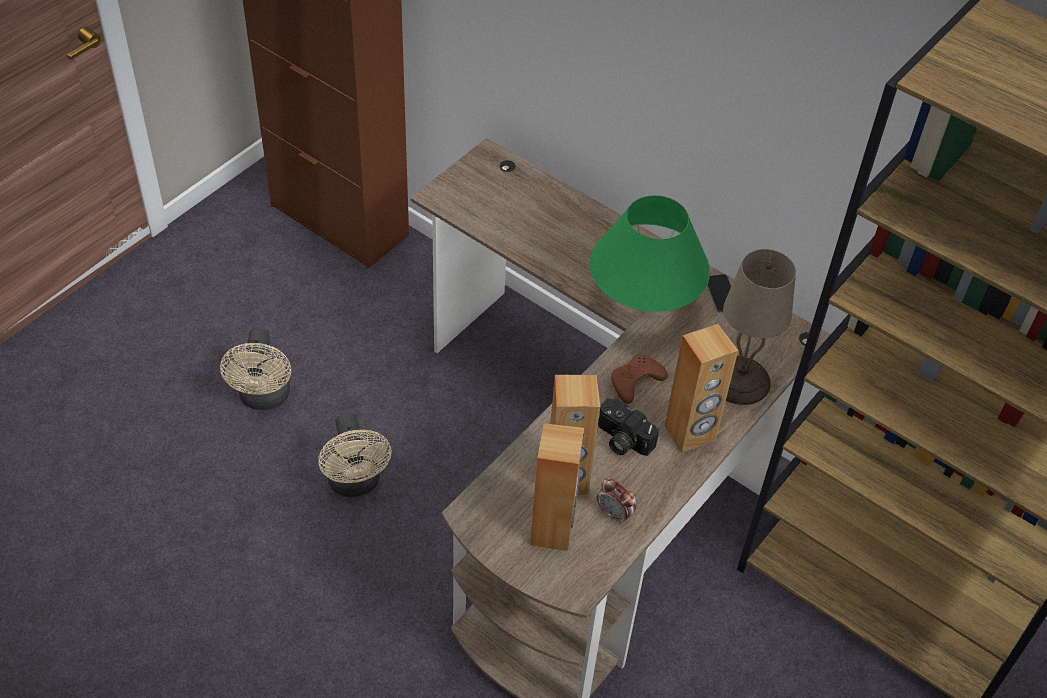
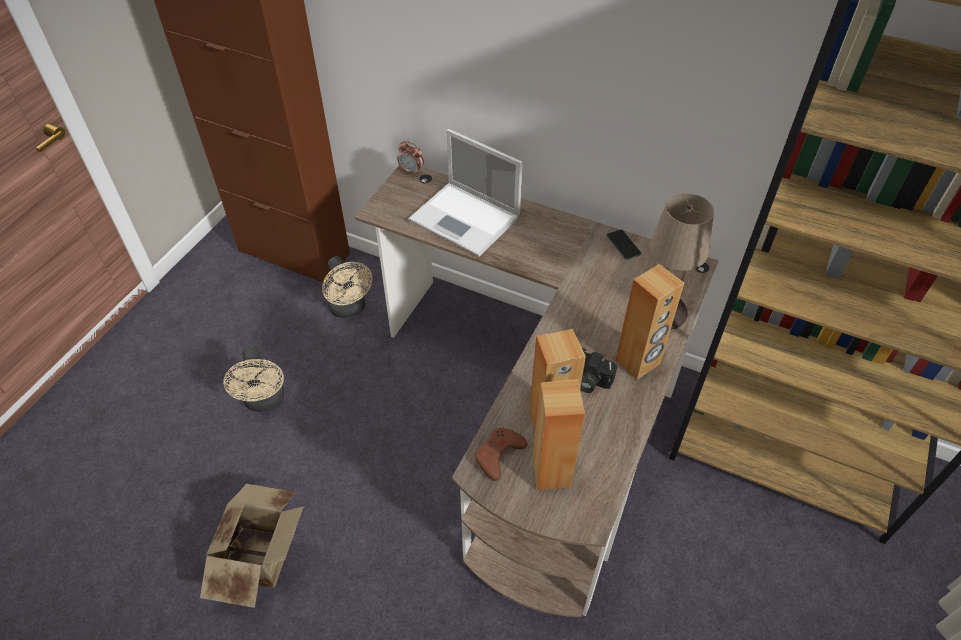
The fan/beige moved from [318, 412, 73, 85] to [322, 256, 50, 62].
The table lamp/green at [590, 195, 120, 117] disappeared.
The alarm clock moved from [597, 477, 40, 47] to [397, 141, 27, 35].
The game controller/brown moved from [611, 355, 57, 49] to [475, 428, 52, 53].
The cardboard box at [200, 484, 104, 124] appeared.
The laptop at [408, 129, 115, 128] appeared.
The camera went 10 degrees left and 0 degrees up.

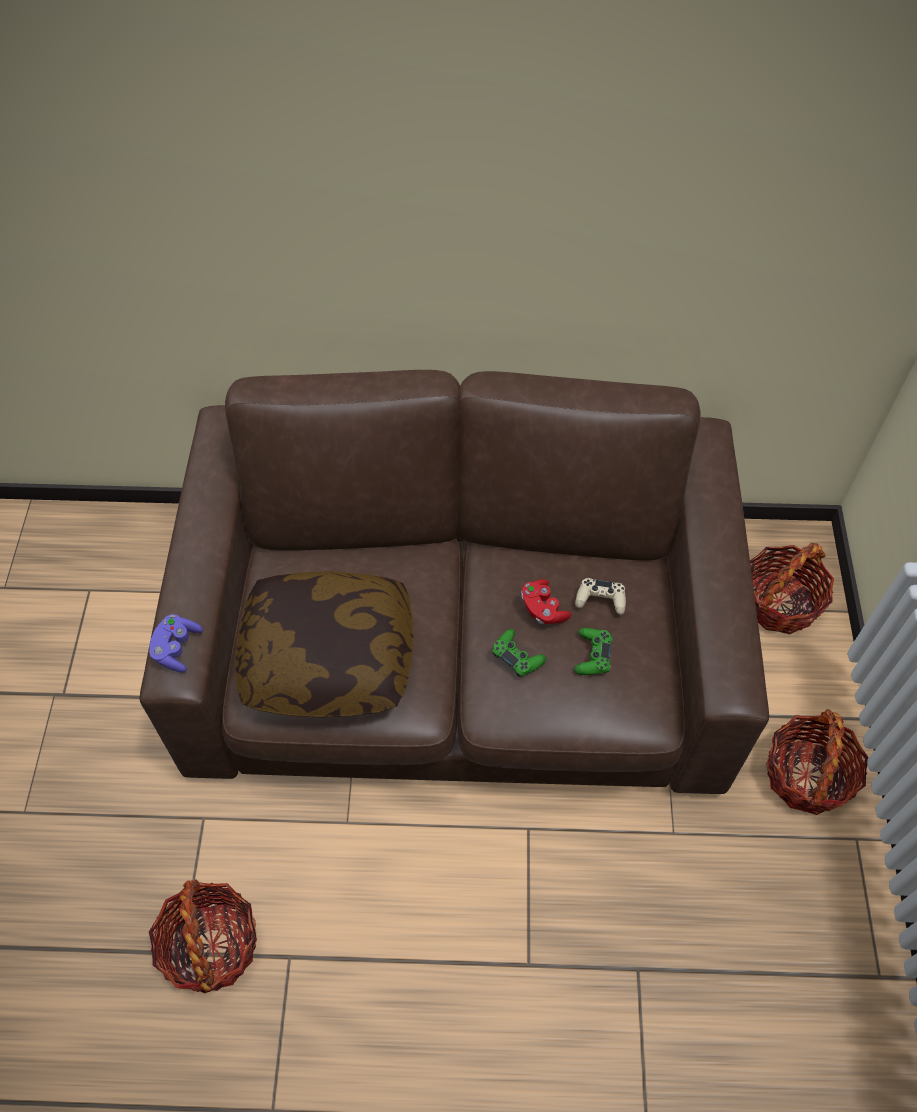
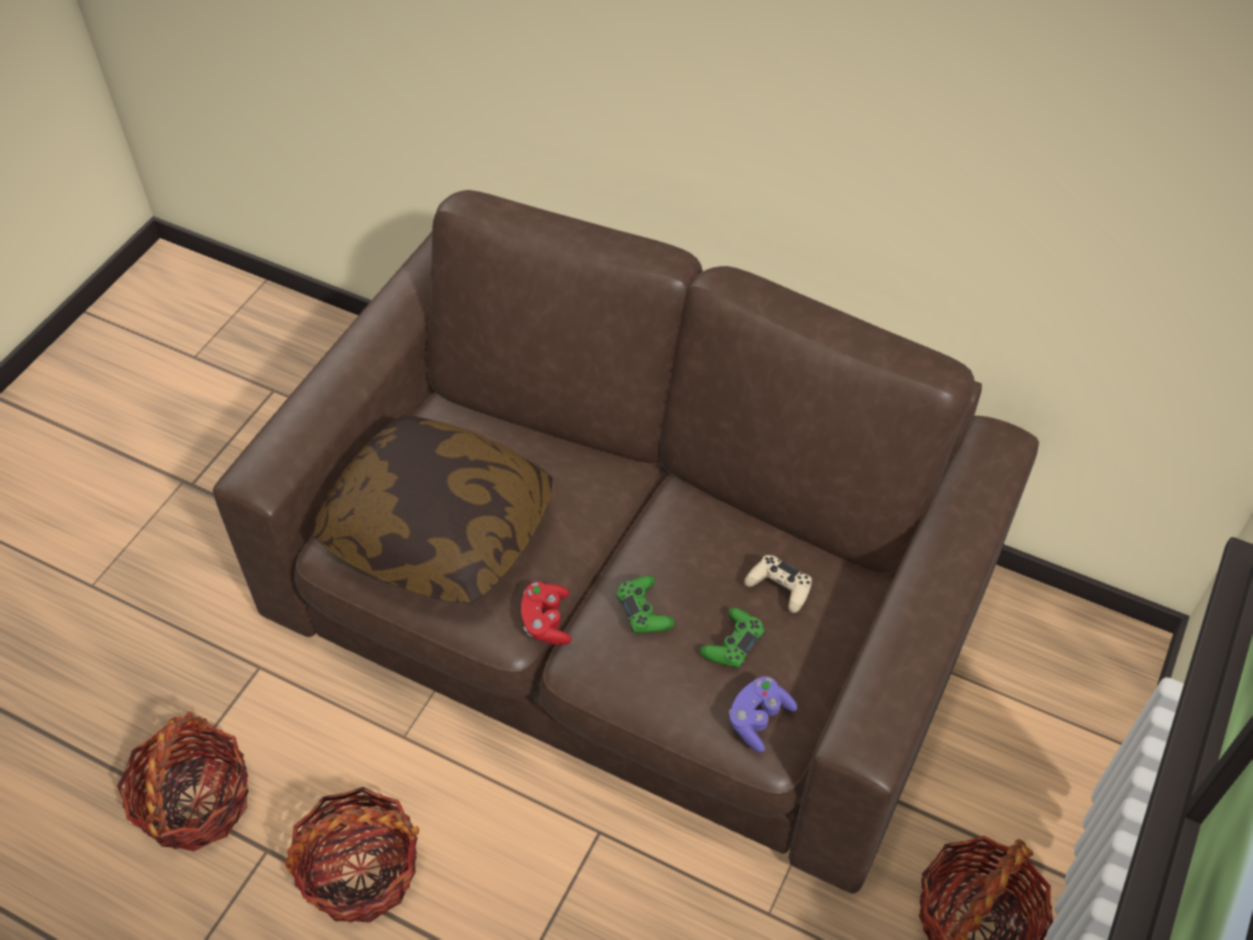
The game controller/purple moved from [149, 614, 54, 58] to [729, 676, 69, 76].
The game controller/red moved from [521, 579, 50, 45] to [521, 582, 51, 63].
The basket moved from [750, 543, 84, 91] to [284, 787, 135, 136].
The camera went 25 degrees right and 5 degrees down.

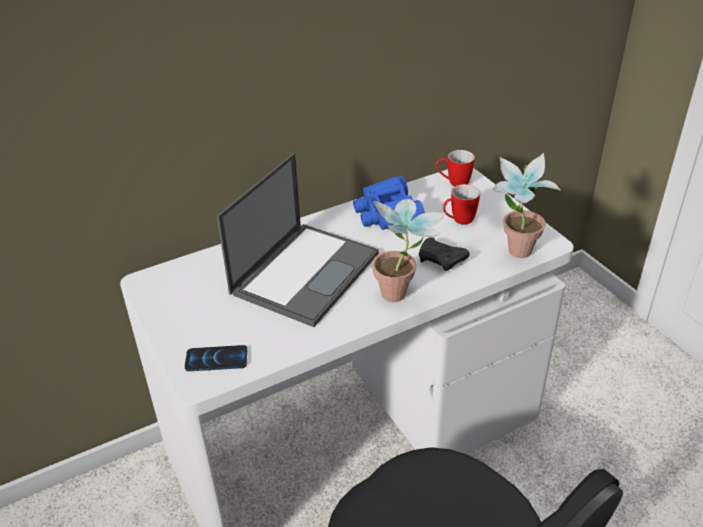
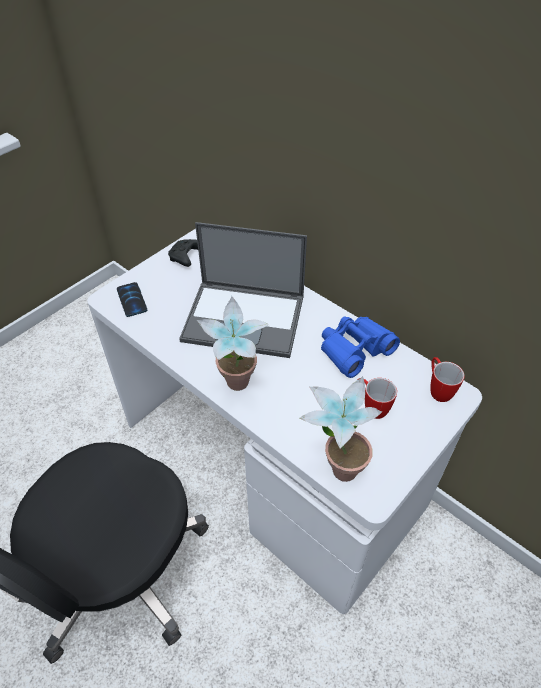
The game controller/black moved from [419, 237, 51, 34] to [168, 239, 30, 28].
The camera went 70 degrees right and 10 degrees up.

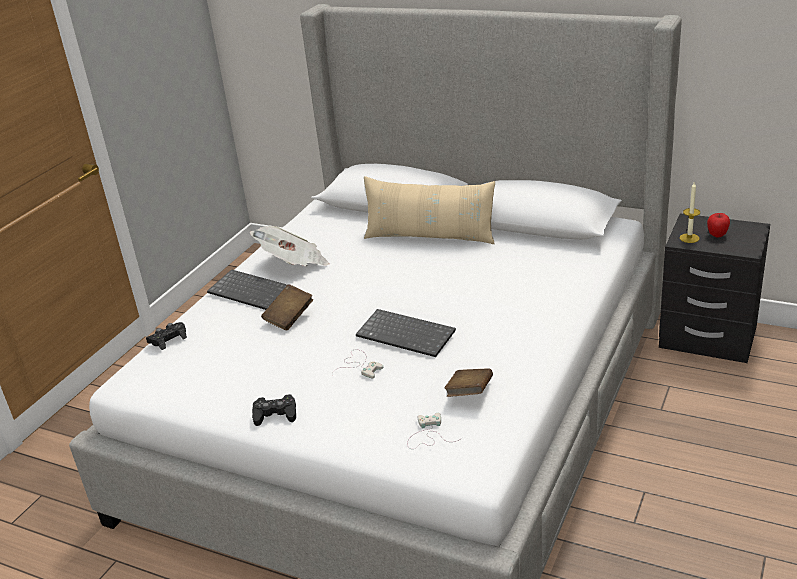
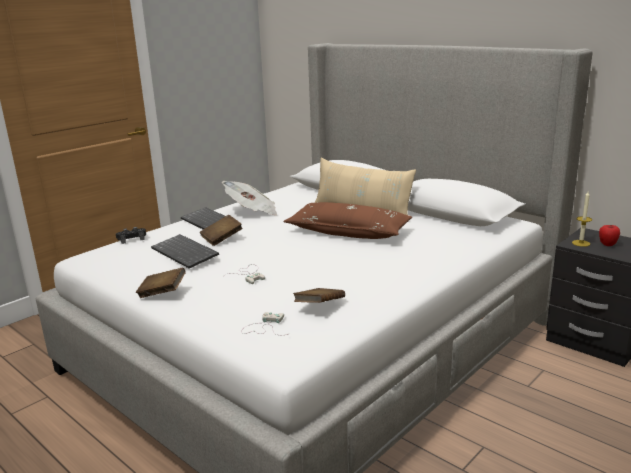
The game controller/black at [252, 394, 44, 32] was replaced by the book/brown at [136, 267, 50, 31].
The keyboard moved from [356, 309, 100, 48] to [151, 234, 68, 34].
The pillow/brown at [283, 202, 129, 37] appeared.
The camera went 15 degrees right and 10 degrees down.

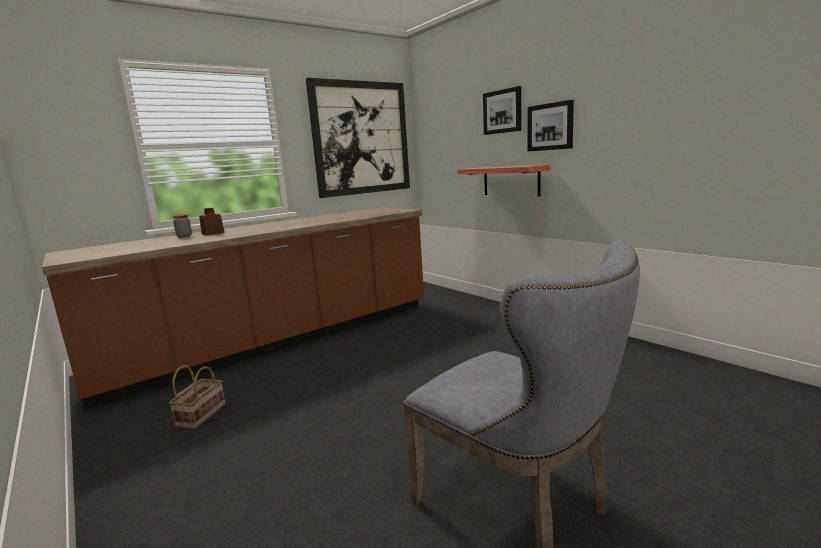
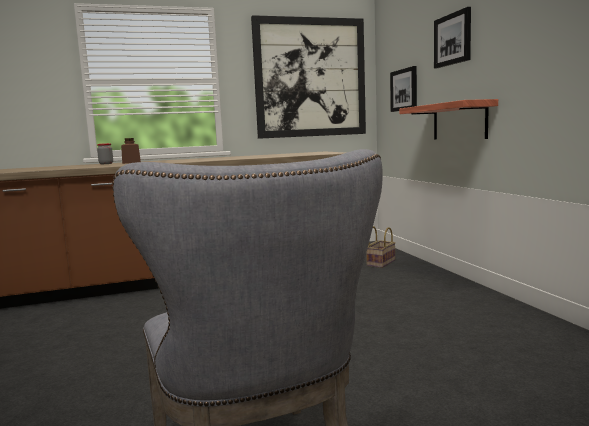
The basket moved from [169, 365, 57, 64] to [366, 226, 30, 42].
The picture moved from [527, 100, 47, 51] to [390, 66, 27, 46].
The camera went 20 degrees right and 5 degrees down.

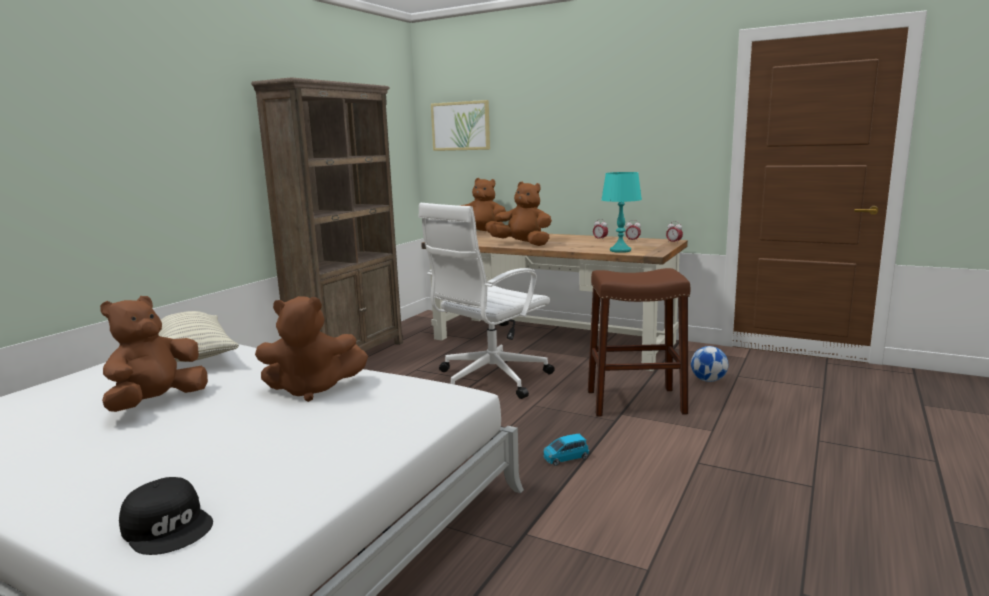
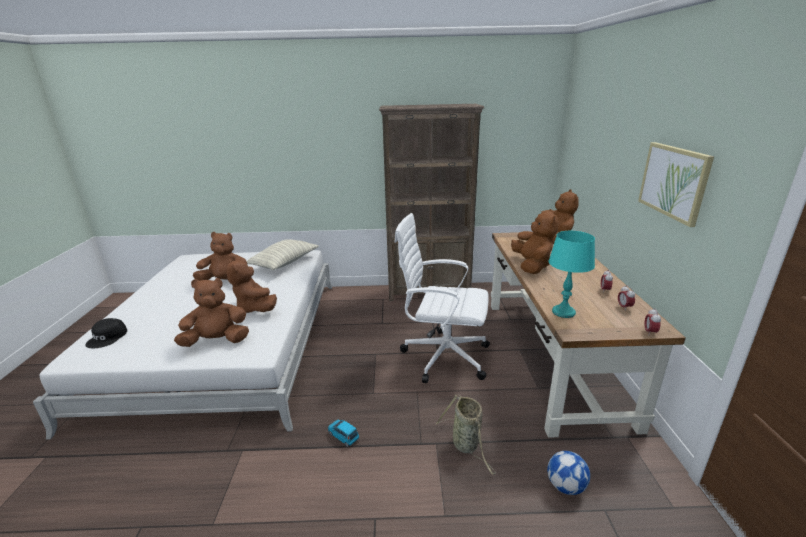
The picture moved from [431, 100, 59, 51] to [638, 142, 76, 85].
The stool/brown at [588, 268, 103, 149] was replaced by the basket at [436, 395, 60, 80].
The plush toy/brown at [174, 278, 75, 69] appeared.
The camera went 60 degrees right and 10 degrees up.

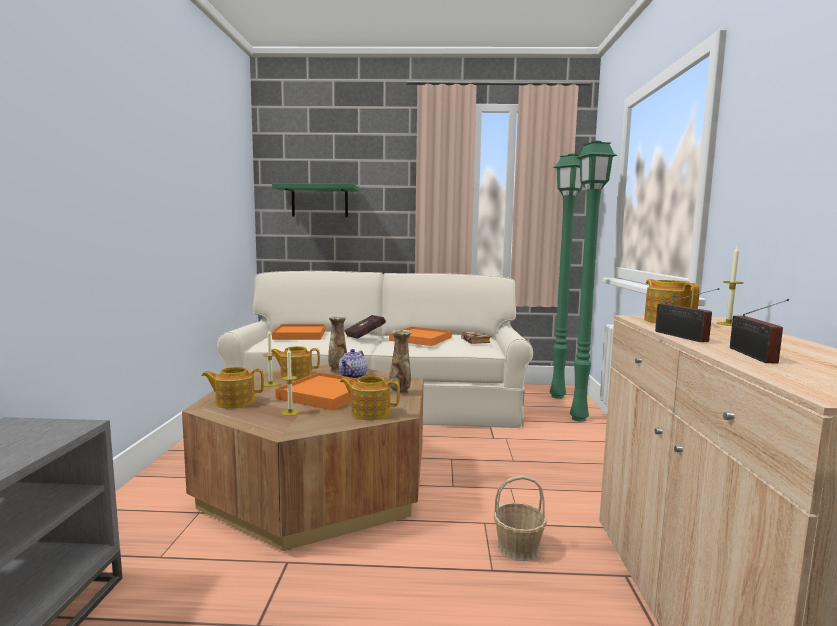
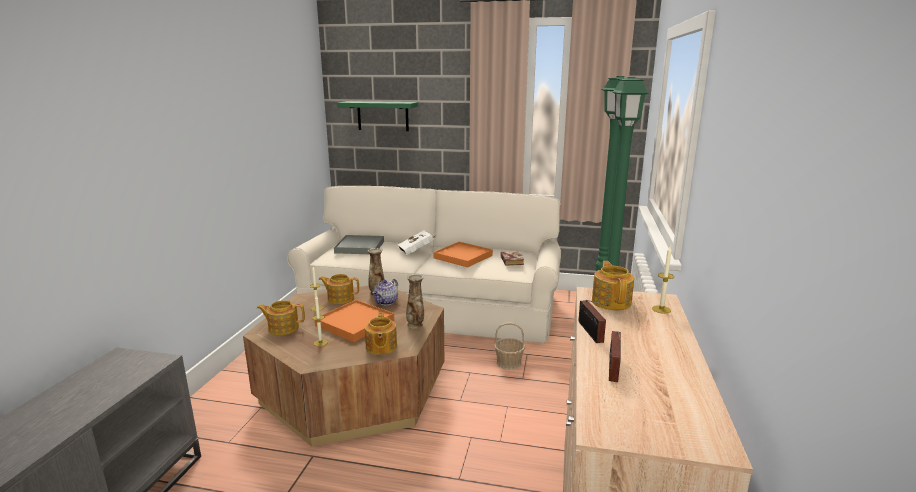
The tray/orange at [272, 324, 53, 16] became the tray/grey at [334, 235, 50, 19].
The teapot at [340, 376, 60, 44] turned 120 degrees counterclockwise.
The book/red at [344, 315, 43, 24] became the book/white at [398, 230, 38, 25].
The basket moved from [494, 476, 53, 85] to [494, 322, 31, 48].
The camera went 10 degrees right and 10 degrees up.

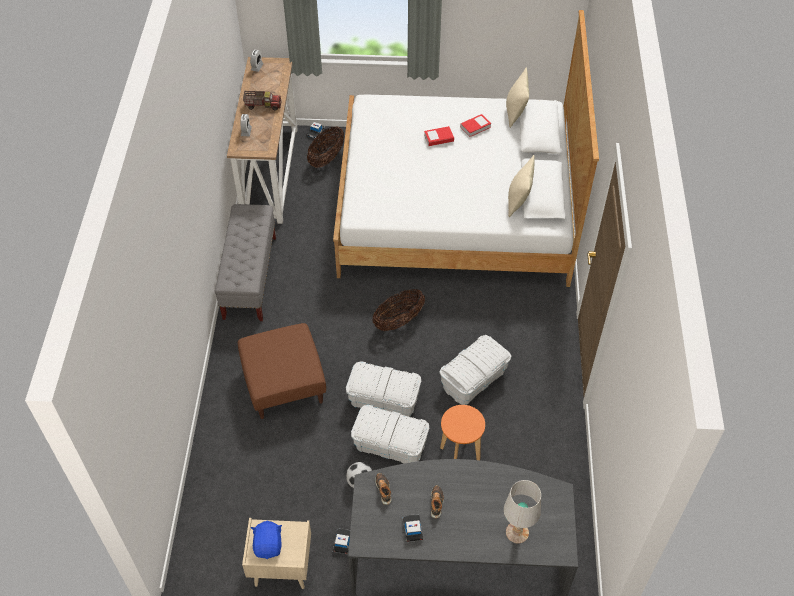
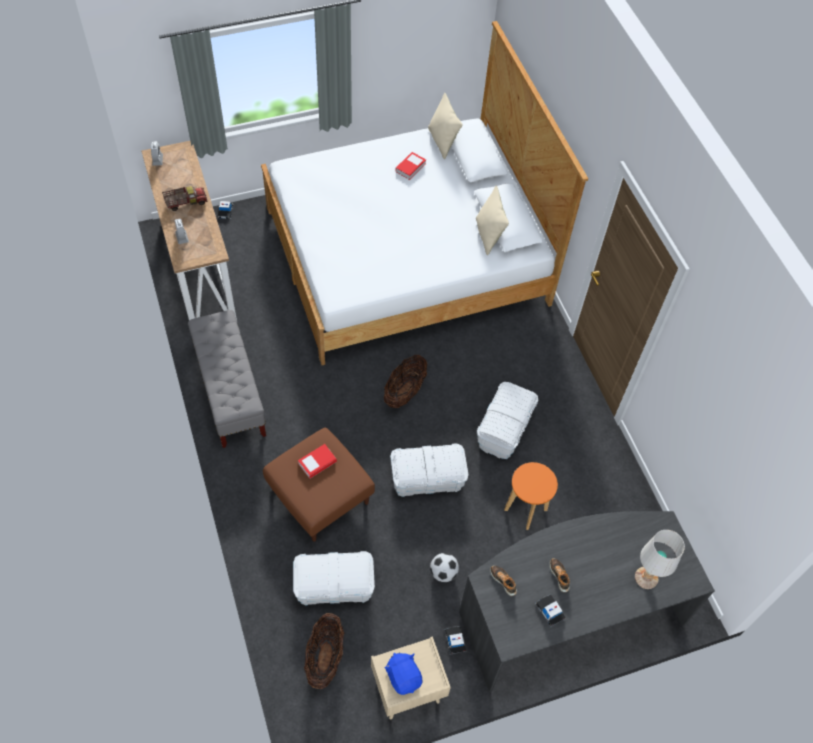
The basket moved from [307, 126, 37, 42] to [304, 613, 40, 76].
The storage box/white moved from [351, 405, 78, 58] to [293, 551, 82, 54].
The book moved from [424, 126, 30, 20] to [298, 444, 39, 34].
The camera went 25 degrees left and 5 degrees up.

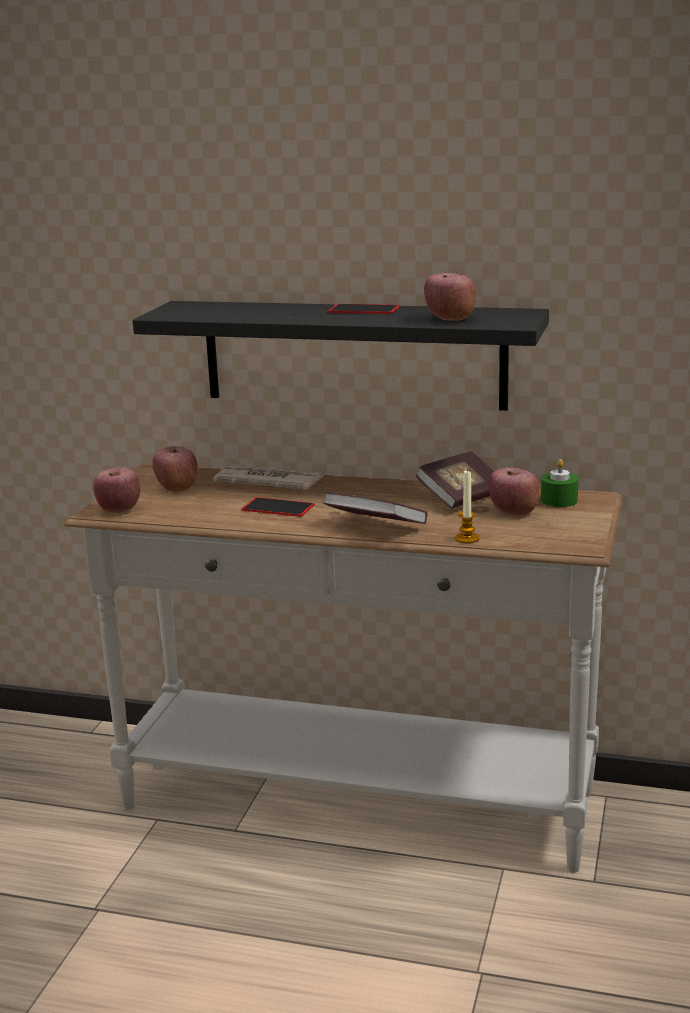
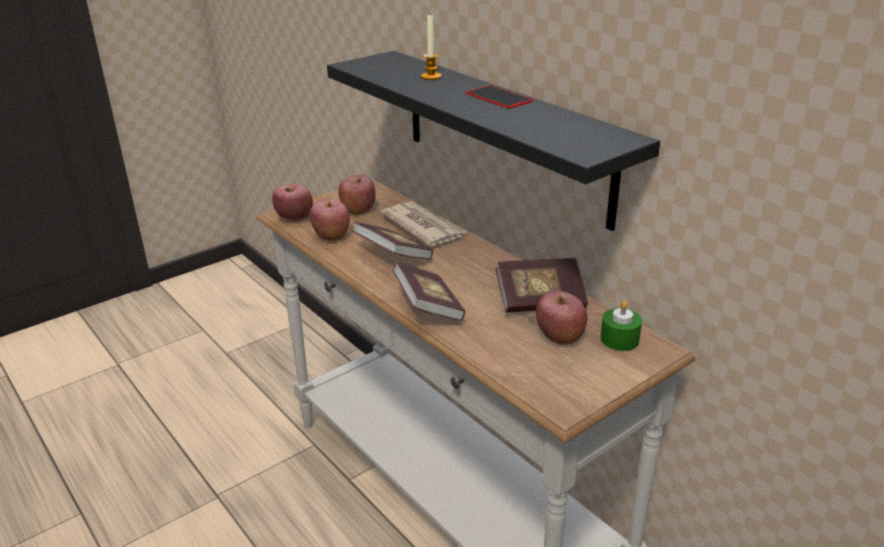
The phone at [241, 497, 74, 20] was replaced by the book at [352, 222, 81, 38].
The apple moved from [424, 273, 52, 48] to [309, 199, 41, 42].
The candle moved from [455, 469, 25, 74] to [421, 14, 21, 66].
The camera went 35 degrees right and 10 degrees up.

